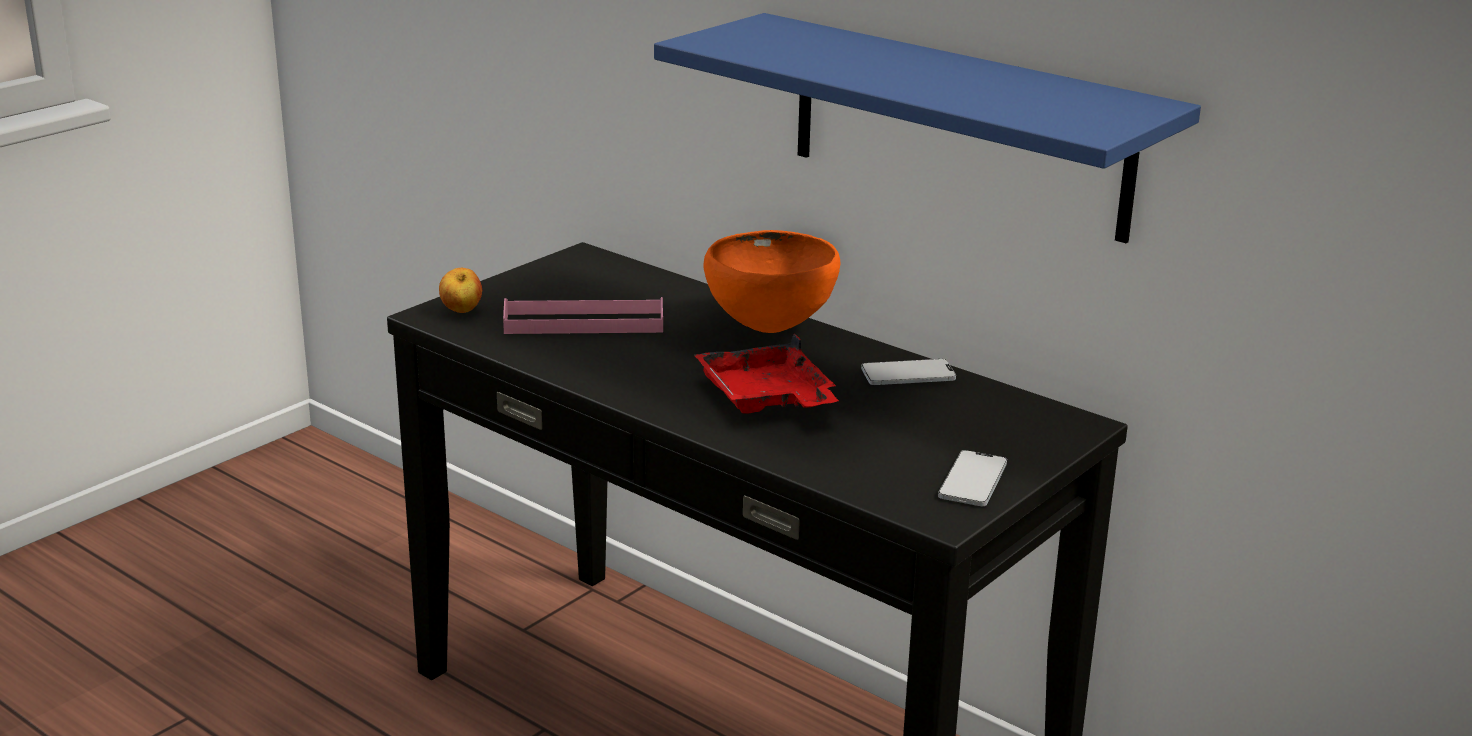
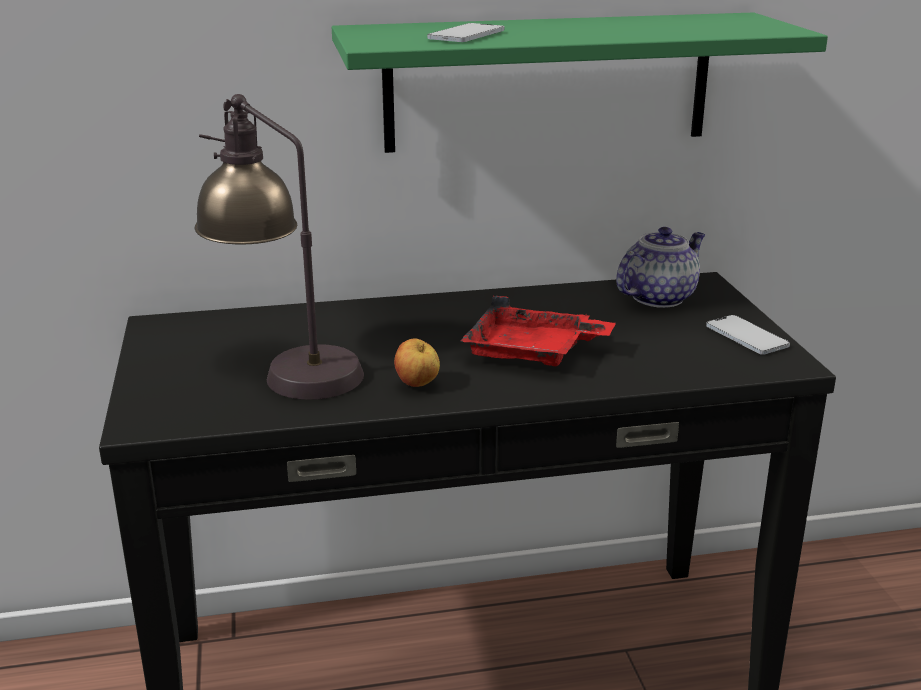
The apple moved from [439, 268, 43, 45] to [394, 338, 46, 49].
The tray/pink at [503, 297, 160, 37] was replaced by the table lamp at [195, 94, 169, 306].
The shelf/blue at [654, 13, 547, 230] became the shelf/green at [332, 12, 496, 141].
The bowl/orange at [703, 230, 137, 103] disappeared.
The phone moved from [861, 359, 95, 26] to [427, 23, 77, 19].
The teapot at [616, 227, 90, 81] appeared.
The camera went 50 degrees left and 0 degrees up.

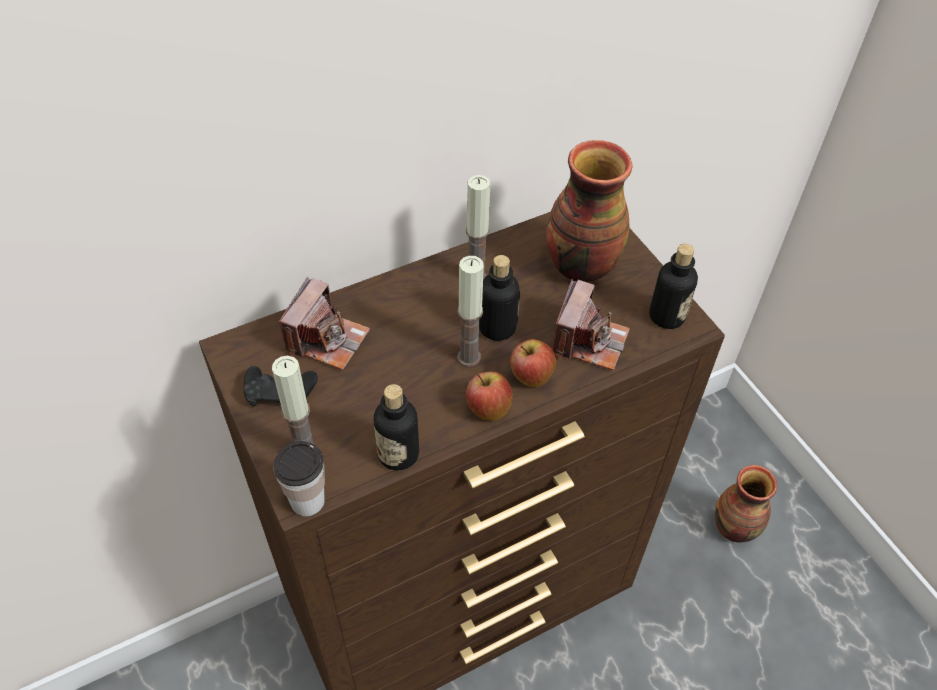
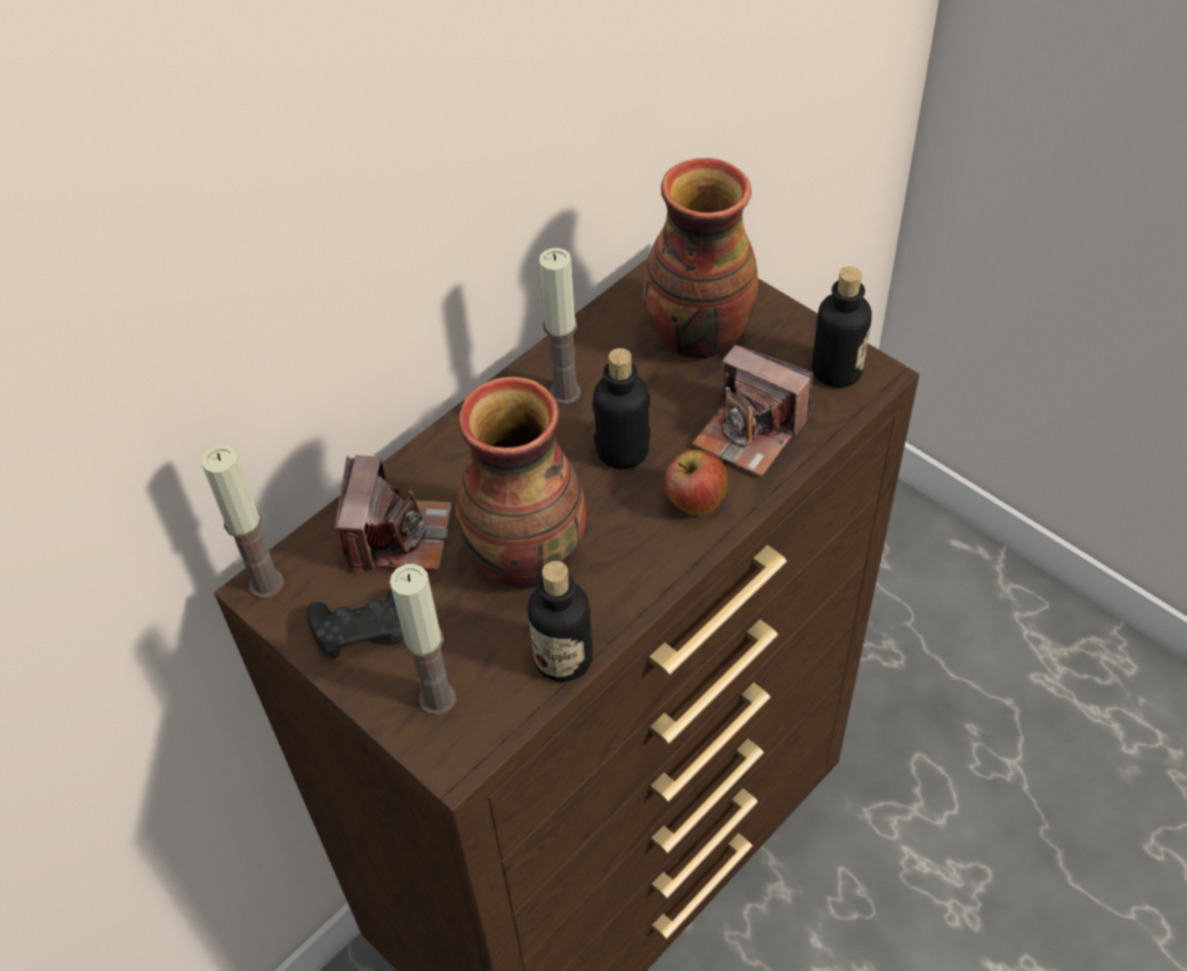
The cup at [273, 441, 52, 75] disappeared.
The candle moved from [457, 256, 27, 111] to [202, 445, 82, 154].
The apple at [466, 372, 47, 49] disappeared.
The photo camera at [552, 279, 78, 91] turned 120 degrees clockwise.
The vase moved from [715, 465, 62, 78] to [456, 376, 130, 212].
The camera went 15 degrees left and 0 degrees up.

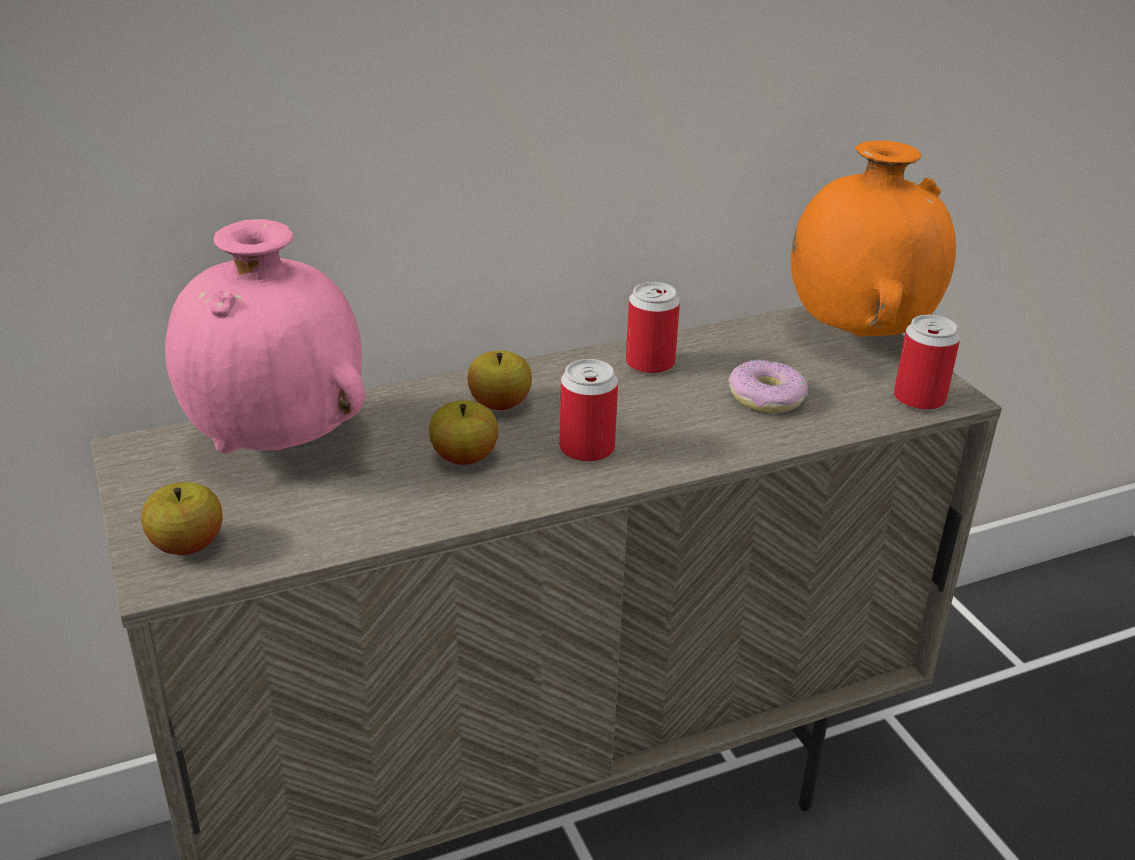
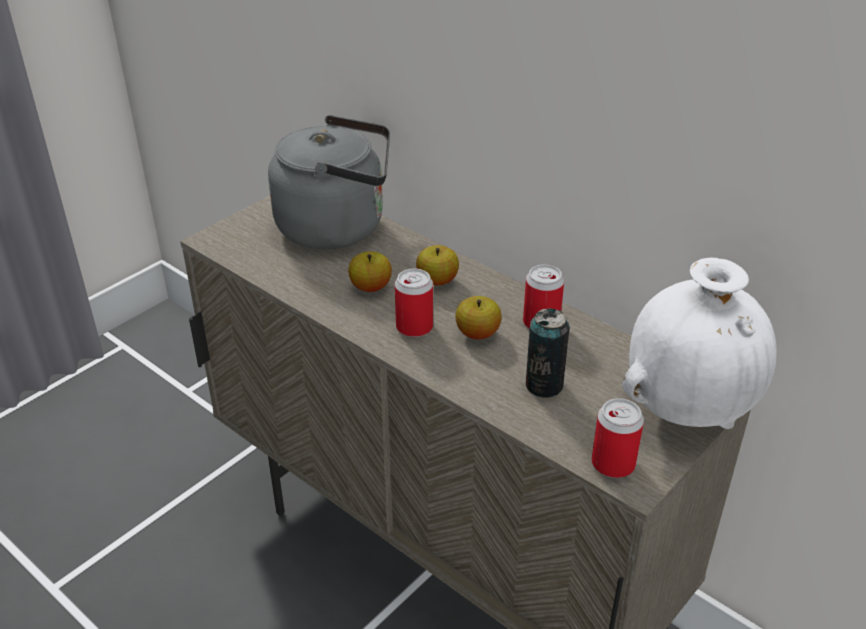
The apple moved from [141, 482, 82, 73] to [455, 296, 47, 43].
The vase/pink at [165, 219, 201, 235] was replaced by the kettle/grey at [268, 115, 122, 134].
The donut at [728, 360, 80, 53] was replaced by the can at [526, 308, 44, 90].
The vase/orange at [791, 140, 165, 197] became the vase/white at [623, 258, 154, 171].
The camera went 65 degrees right and 5 degrees up.

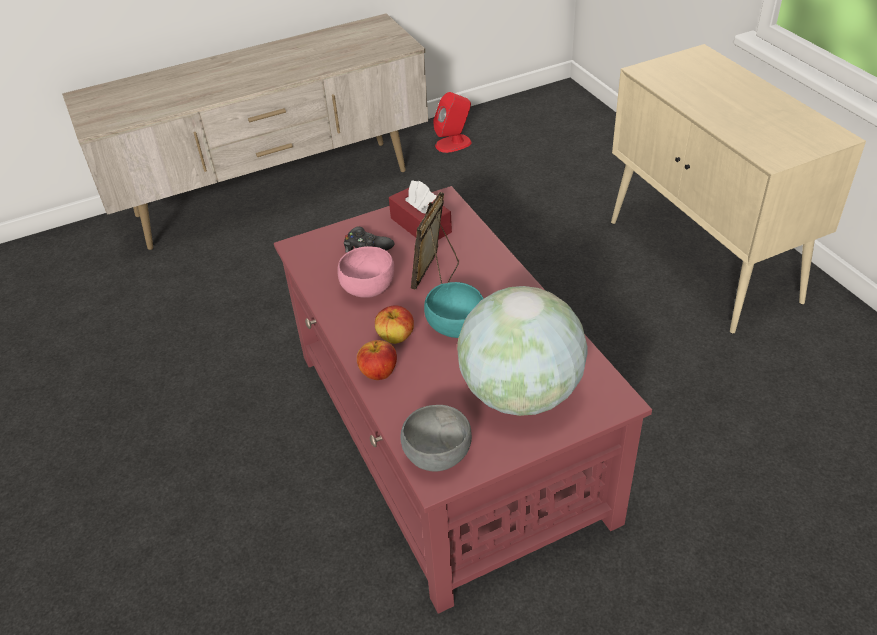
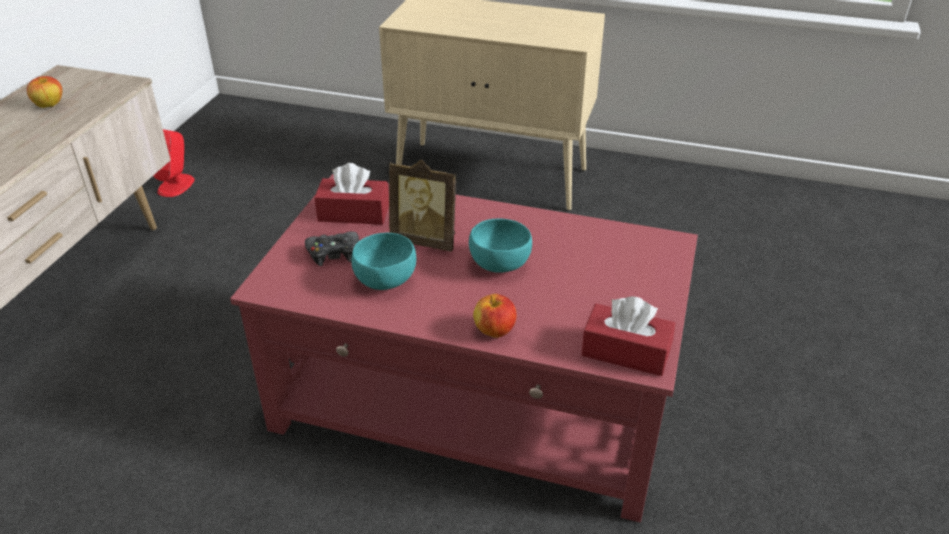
The bowl/pink at [337, 246, 57, 52] became the bowl/turquoise at [351, 233, 65, 57].
The apple moved from [375, 305, 39, 39] to [27, 76, 36, 32].
The bowl/grey at [400, 405, 72, 67] was replaced by the tissue box/red at [581, 296, 94, 80].
The picture frame at [411, 192, 48, 98] turned 45 degrees counterclockwise.
The globe at [457, 286, 131, 130] disappeared.
The camera went 50 degrees left and 5 degrees down.

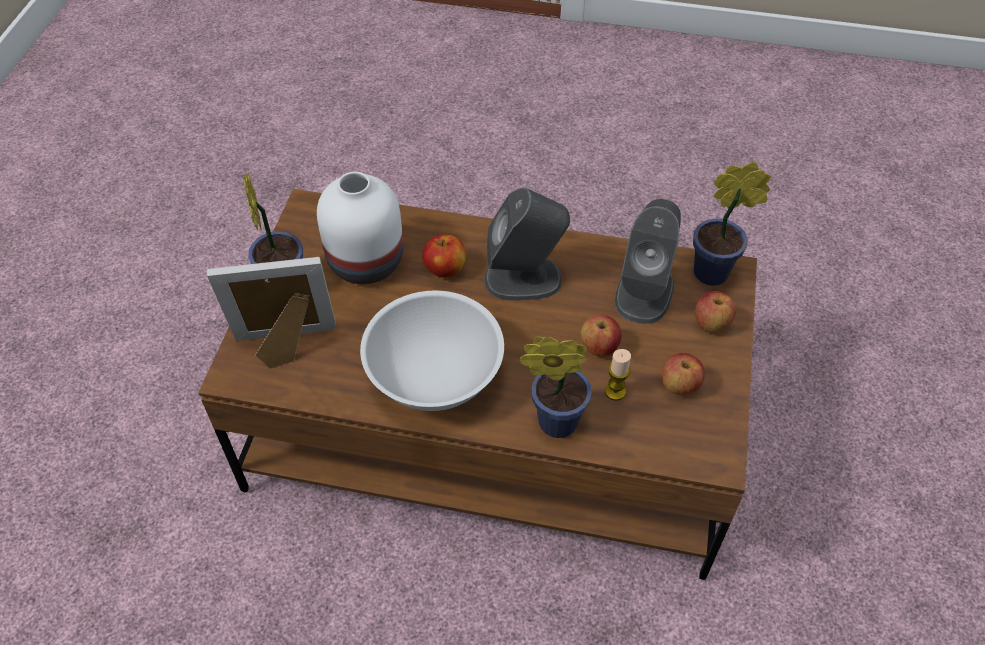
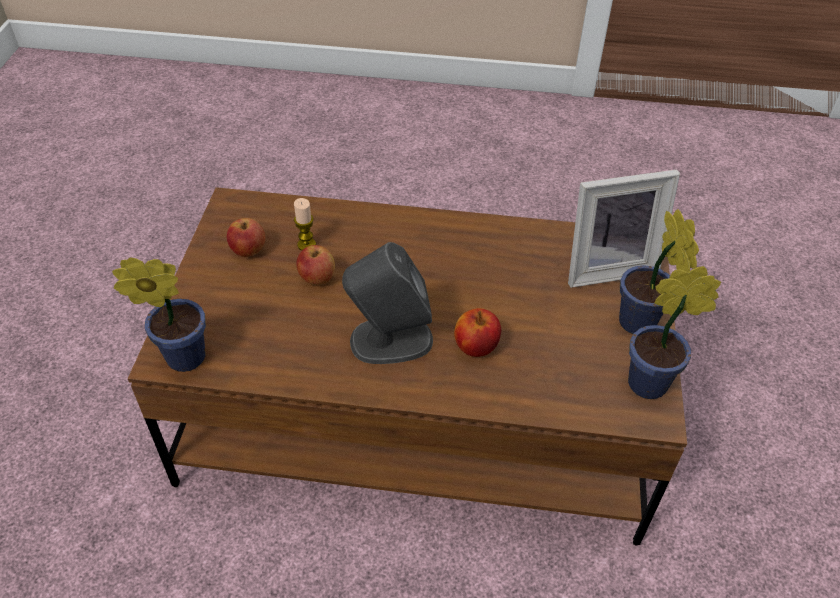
The vase/white at [317, 172, 86, 112] disappeared.
The bowl/white at [360, 291, 144, 120] disappeared.
The potted plant moved from [519, 337, 73, 101] to [628, 266, 93, 133].
The speaker/grey at [615, 199, 66, 125] disappeared.
The apple at [695, 291, 41, 42] disappeared.
The camera went 175 degrees right and 5 degrees down.

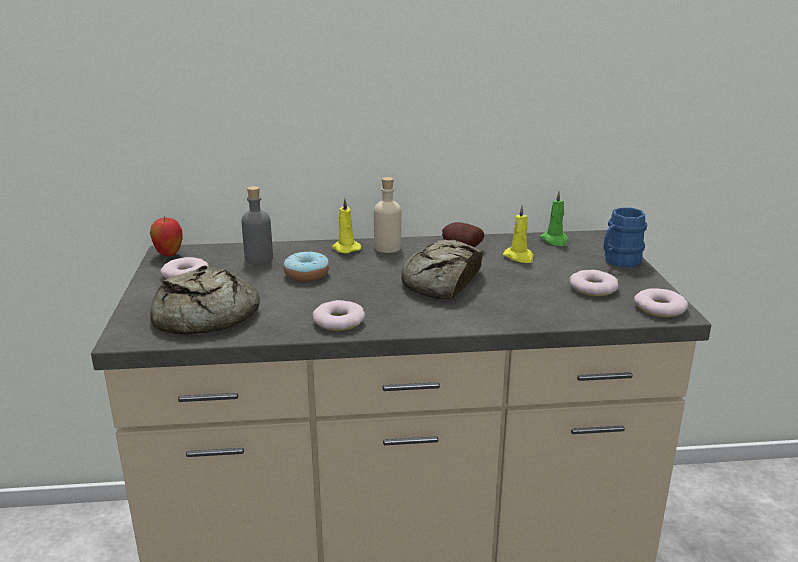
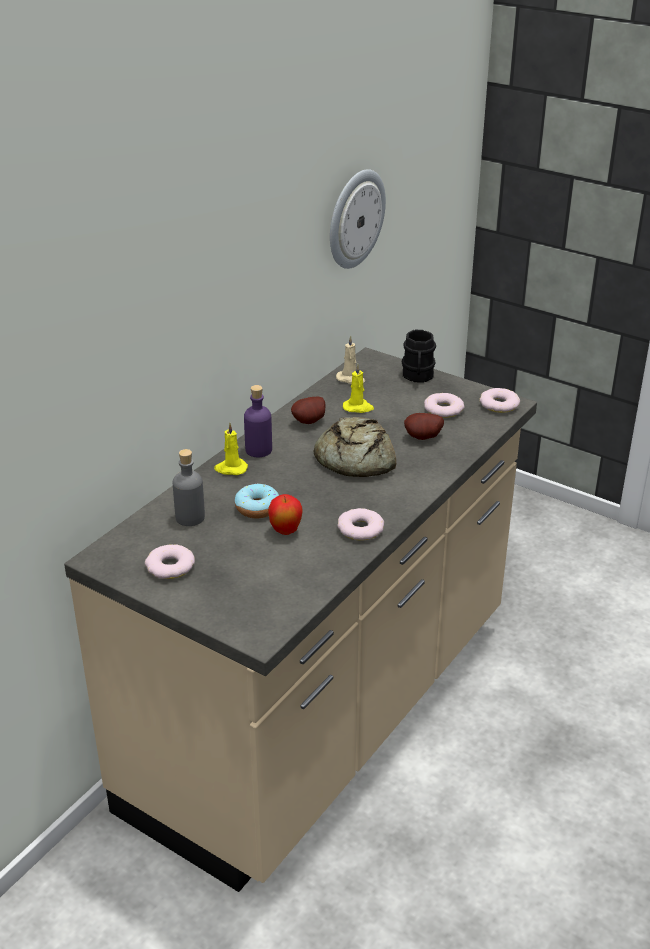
The apple moved from [150, 217, 33, 39] to [268, 494, 35, 41].
The bread at [150, 266, 110, 69] disappeared.
The bottle/beige at [374, 177, 27, 76] became the bottle/purple at [244, 385, 28, 72].
The candle/green at [540, 191, 29, 55] became the candle/beige at [336, 335, 29, 49].
The mug/blue at [604, 207, 43, 60] became the mug/black at [402, 330, 34, 53].
The wall clock at [330, 169, 56, 100] appeared.
The potato at [404, 413, 40, 27] appeared.
The camera went 50 degrees left and 10 degrees up.

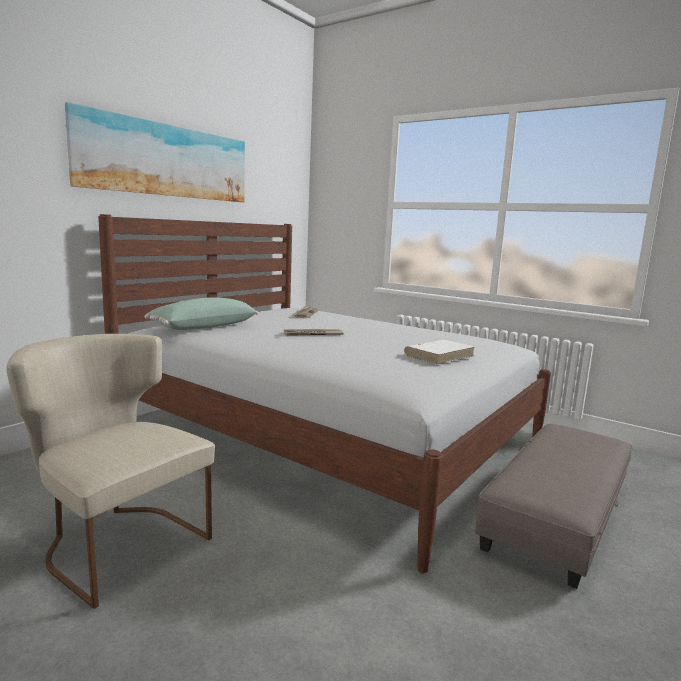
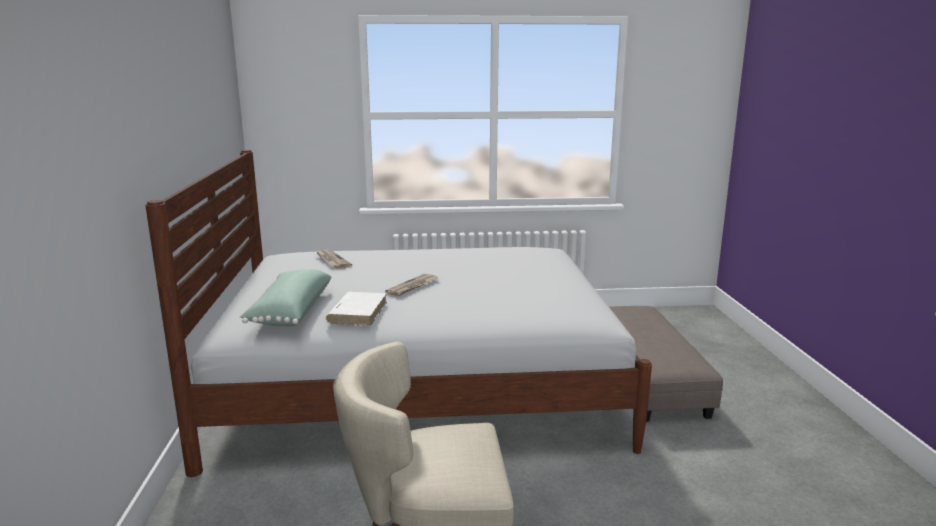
The picture at [65, 102, 180, 100] disappeared.
The book/white moved from [404, 340, 70, 24] to [326, 292, 61, 34].
The camera went 40 degrees left and 5 degrees up.

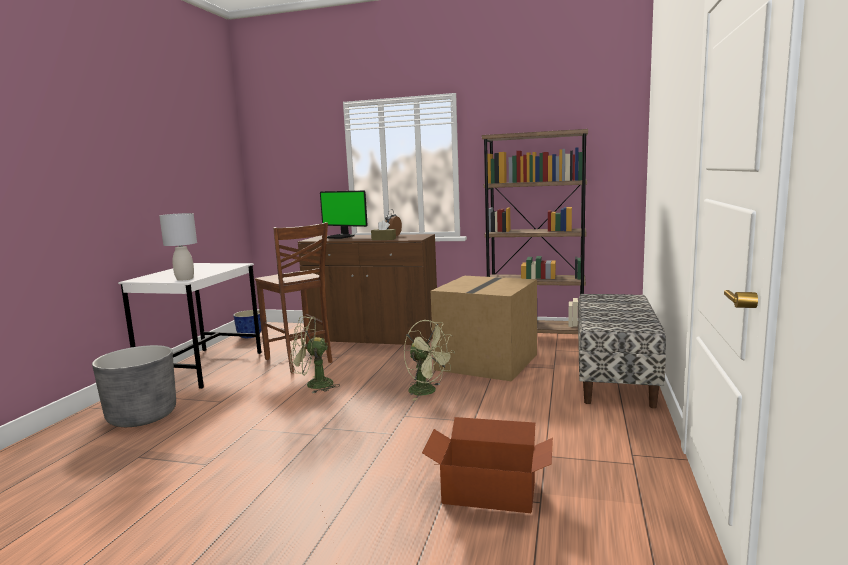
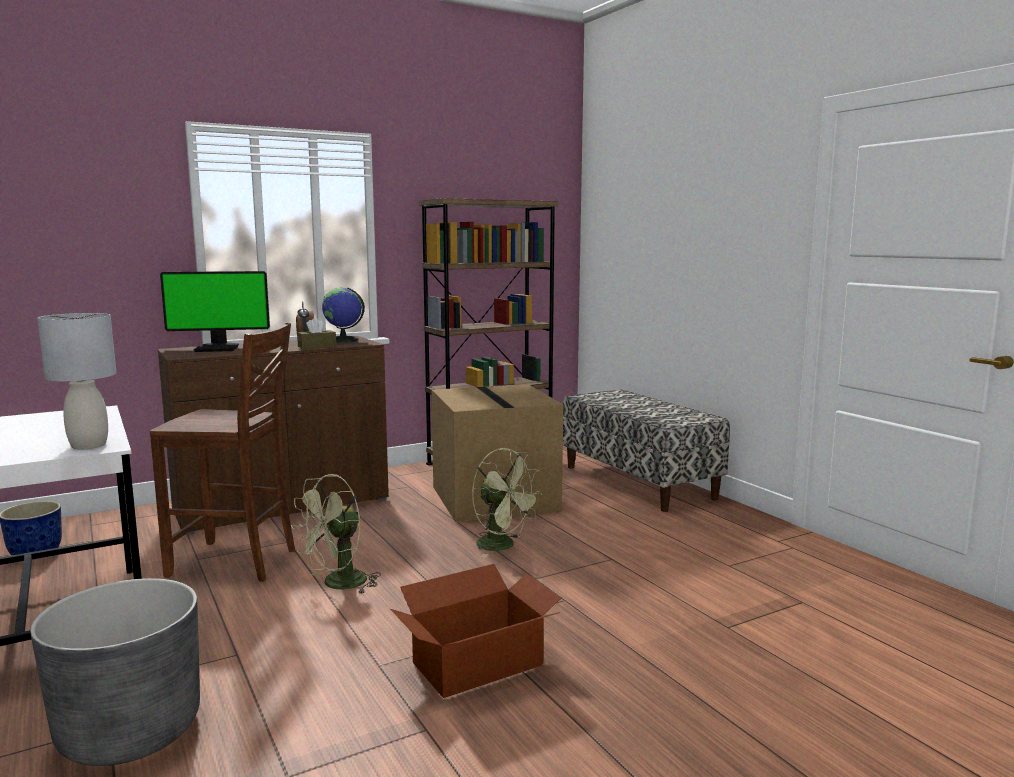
The fan/green at [404, 320, 51, 81] turned 45 degrees clockwise.
The cardboard box moved from [422, 417, 131, 96] to [391, 564, 170, 134].
The globe at [322, 287, 43, 55] appeared.
The camera went 45 degrees left and 0 degrees up.

